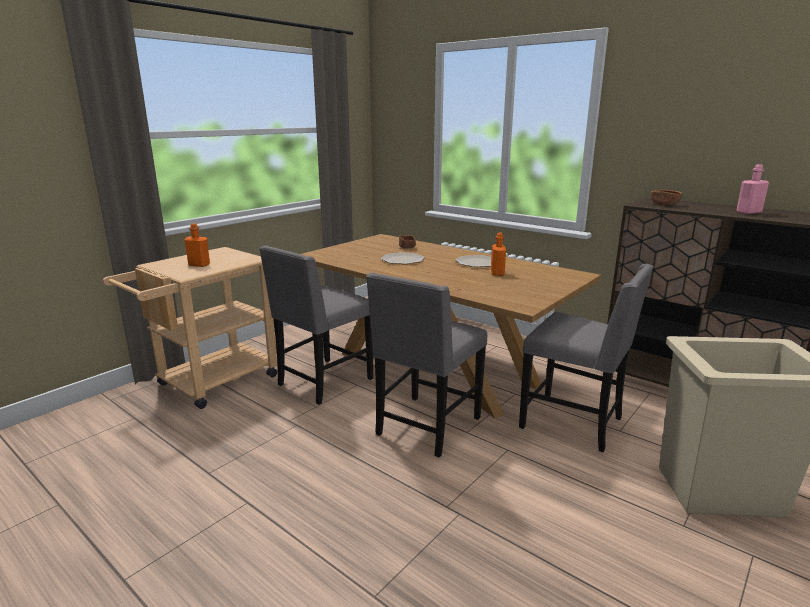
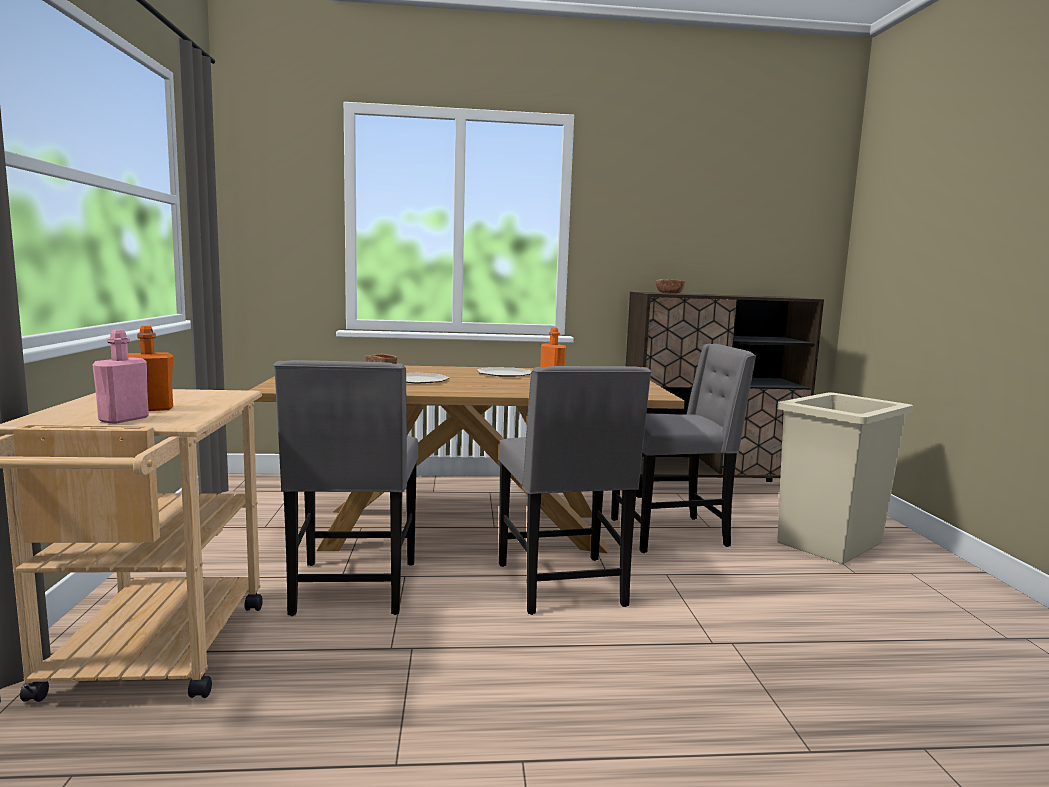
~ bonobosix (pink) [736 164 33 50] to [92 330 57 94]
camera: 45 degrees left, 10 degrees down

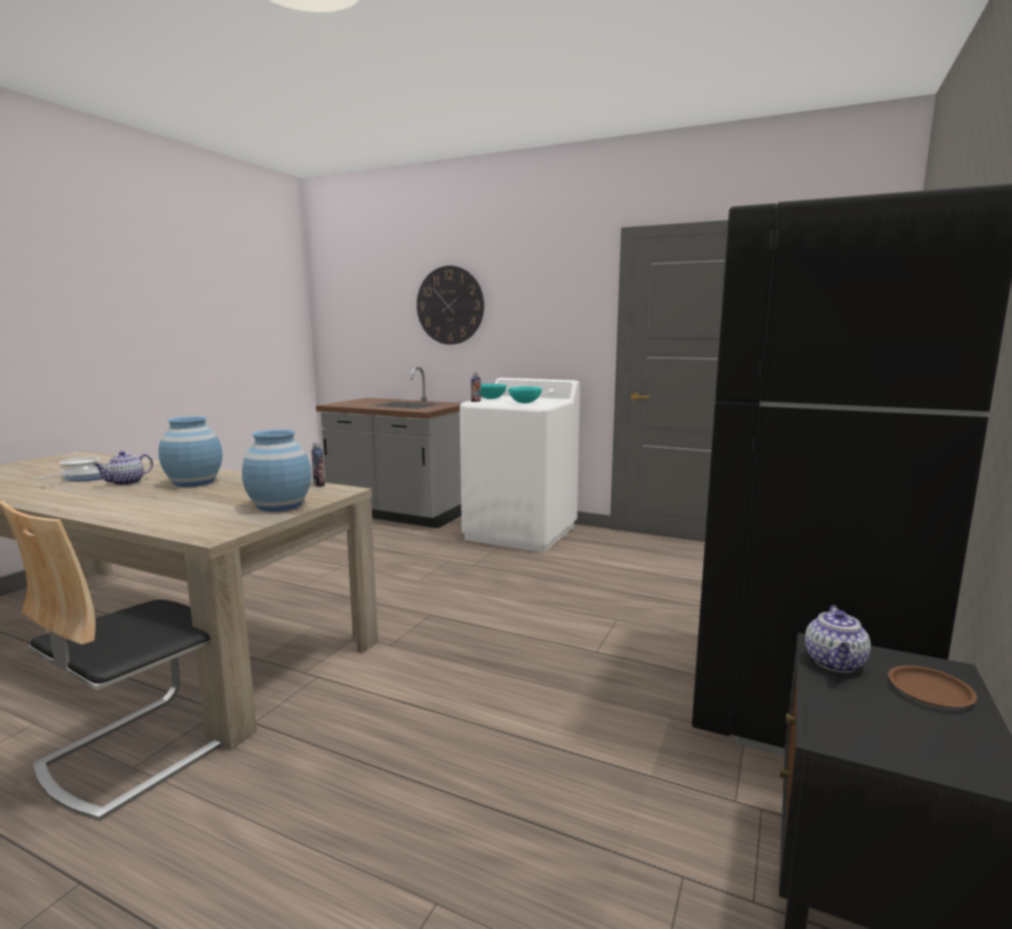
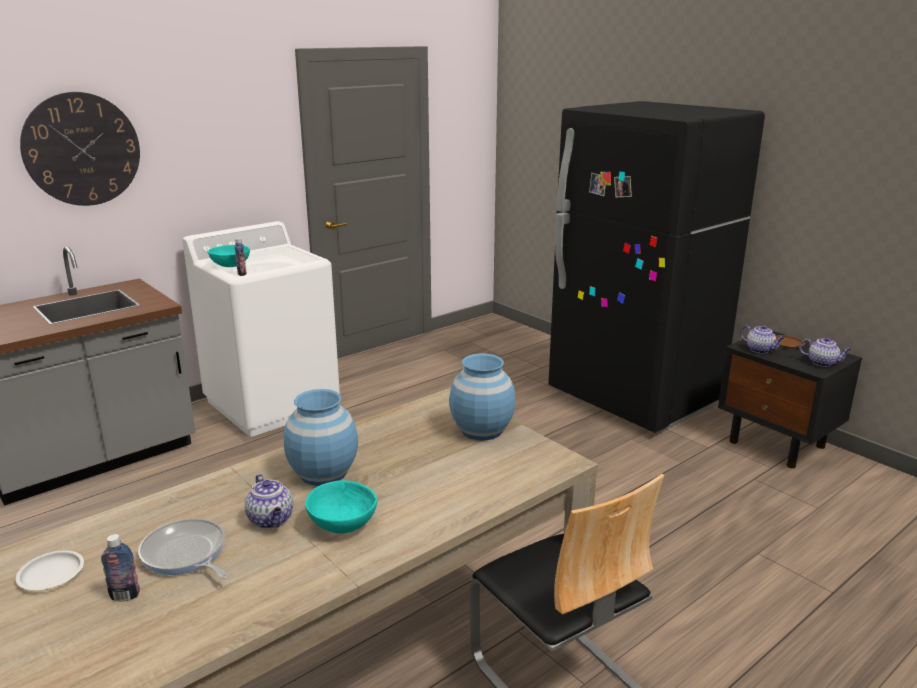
~ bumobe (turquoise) [508 386 34 17] to [305 480 72 54]
~ bonobosix [311 442 14 45] to [101 534 39 67]
+ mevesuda [799 337 53 30]
camera: 65 degrees left, 10 degrees up

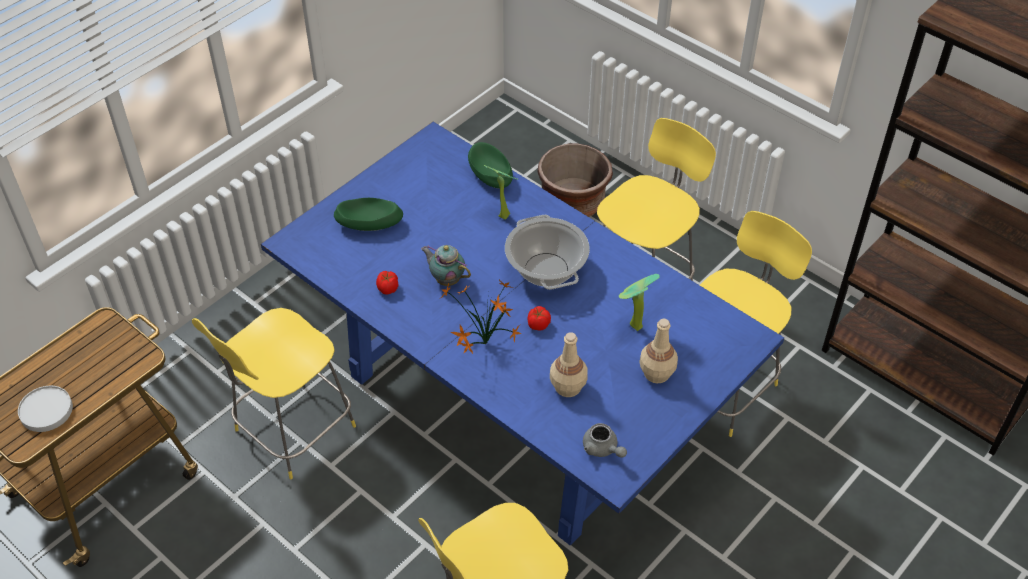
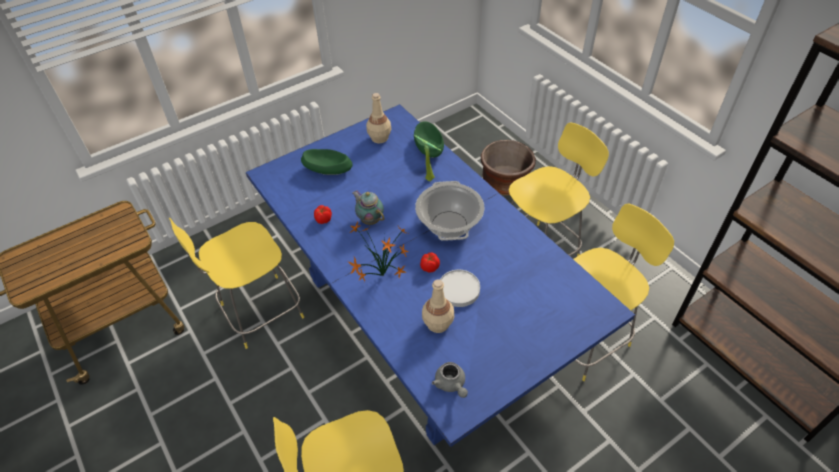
- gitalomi [619 274 41 57]
~ bonobosix (beige) [639 319 39 64] to [366 93 25 51]
~ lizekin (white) [18 386 55 46] to [440 270 40 37]
camera: 15 degrees right, 0 degrees up

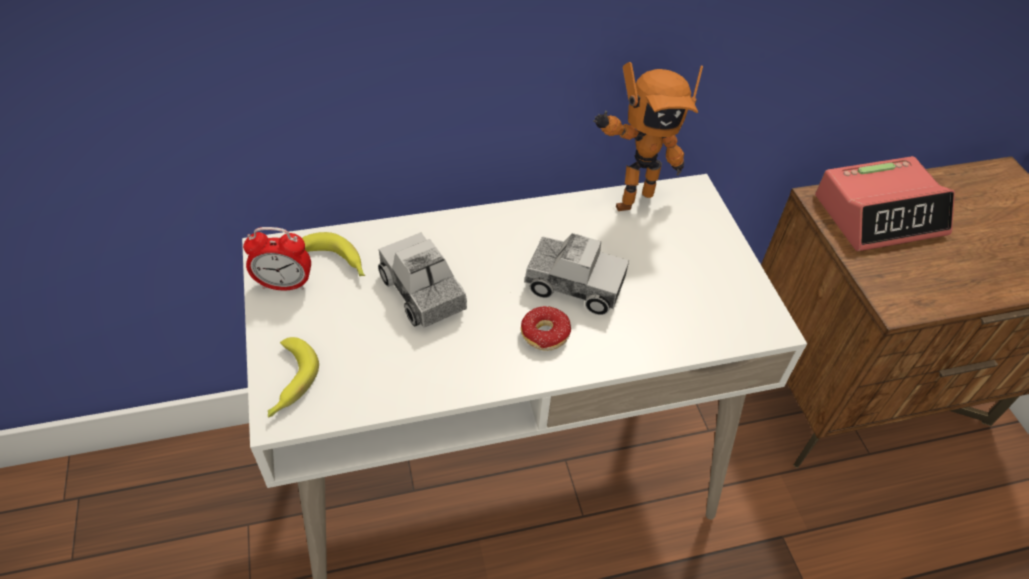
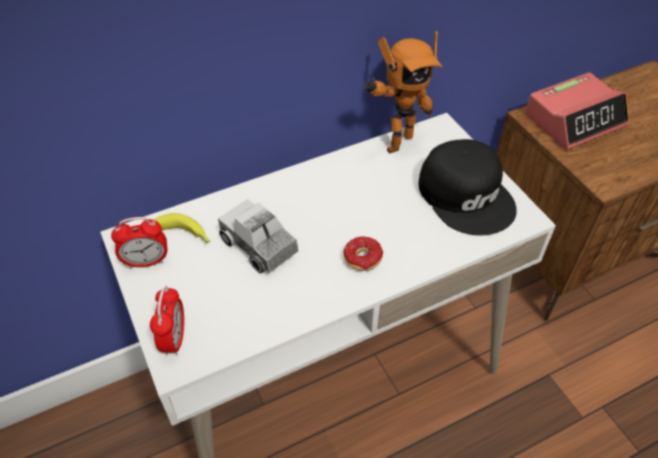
- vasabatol [524 233 105 82]
~ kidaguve [268 337 51 80] to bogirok [150 286 34 69]
+ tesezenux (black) [418 139 99 96]
camera: 10 degrees left, 0 degrees up

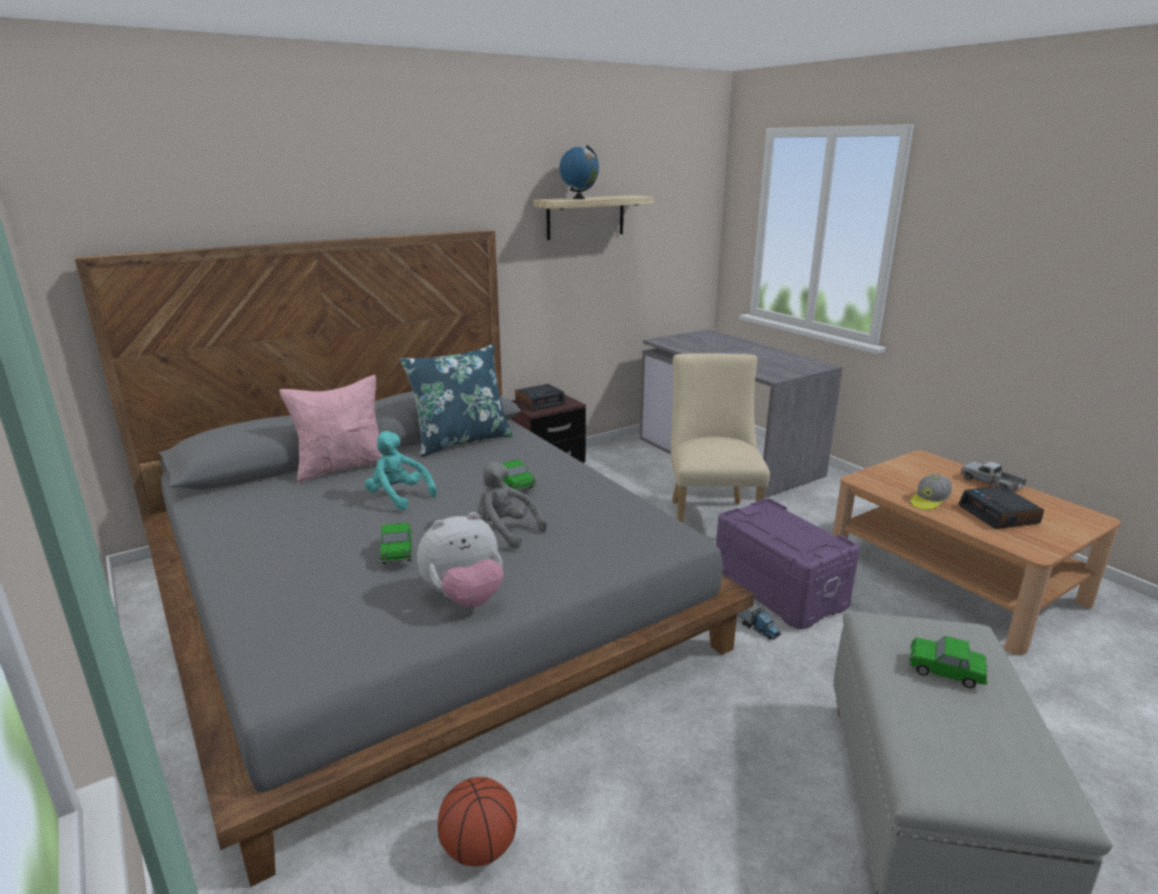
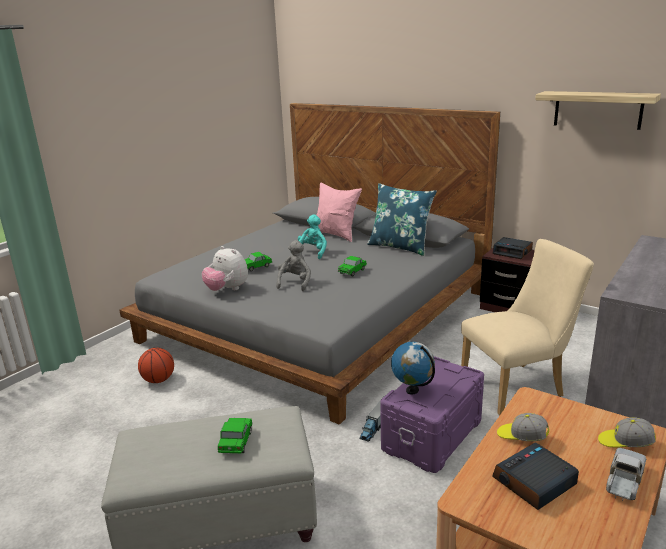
~ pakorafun [560 145 39 54] to [391 342 44 53]
+ tesezenux [598 417 58 30]
camera: 70 degrees right, 0 degrees up

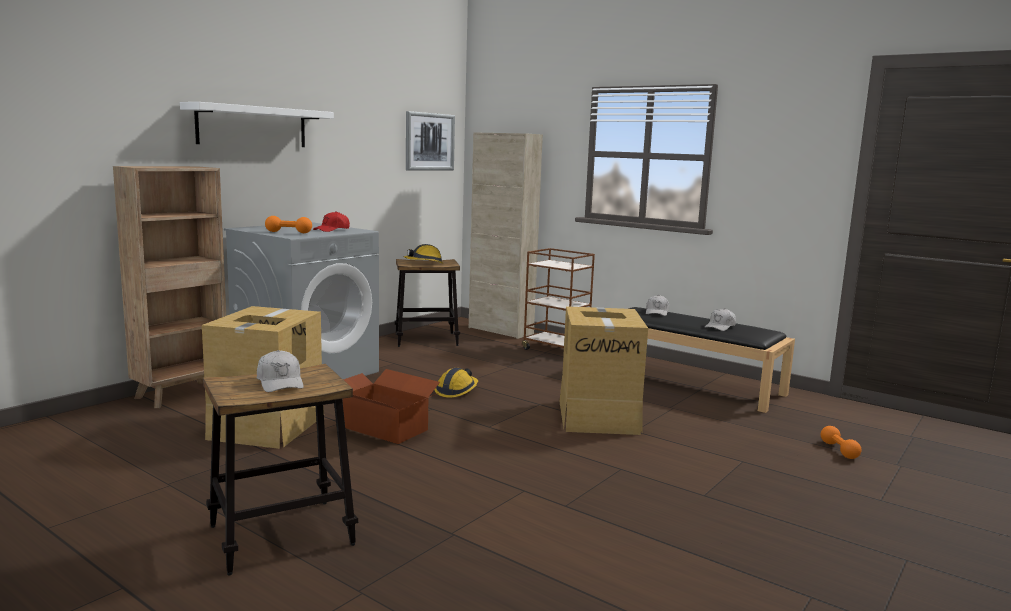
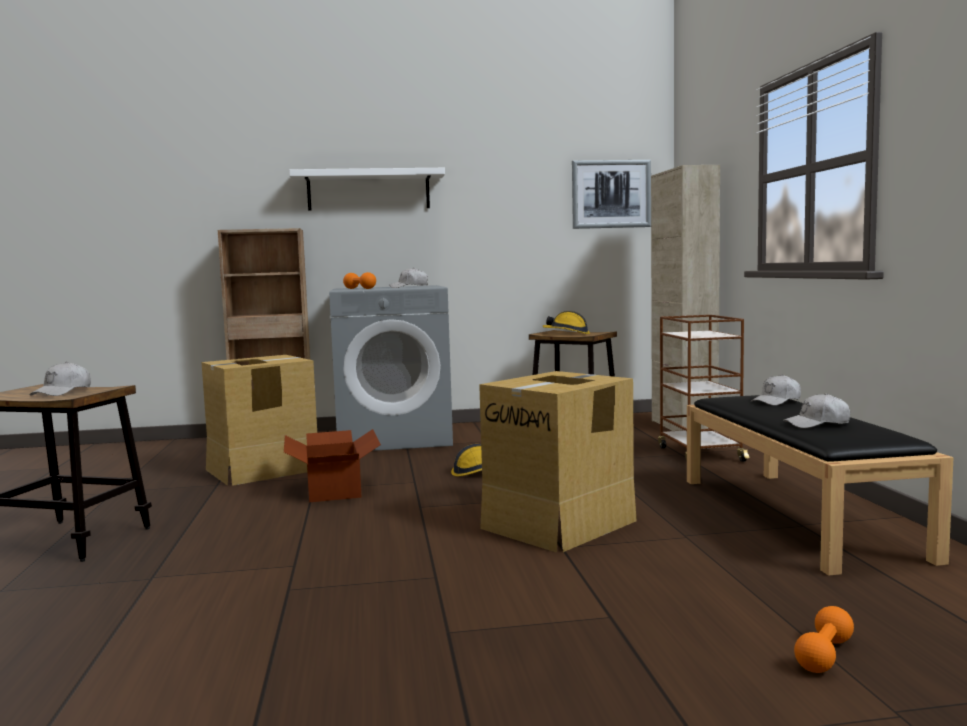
~ tesezenux (red) [313 211 37 21] to tesezenux (white) [389 268 39 20]
camera: 45 degrees right, 5 degrees down

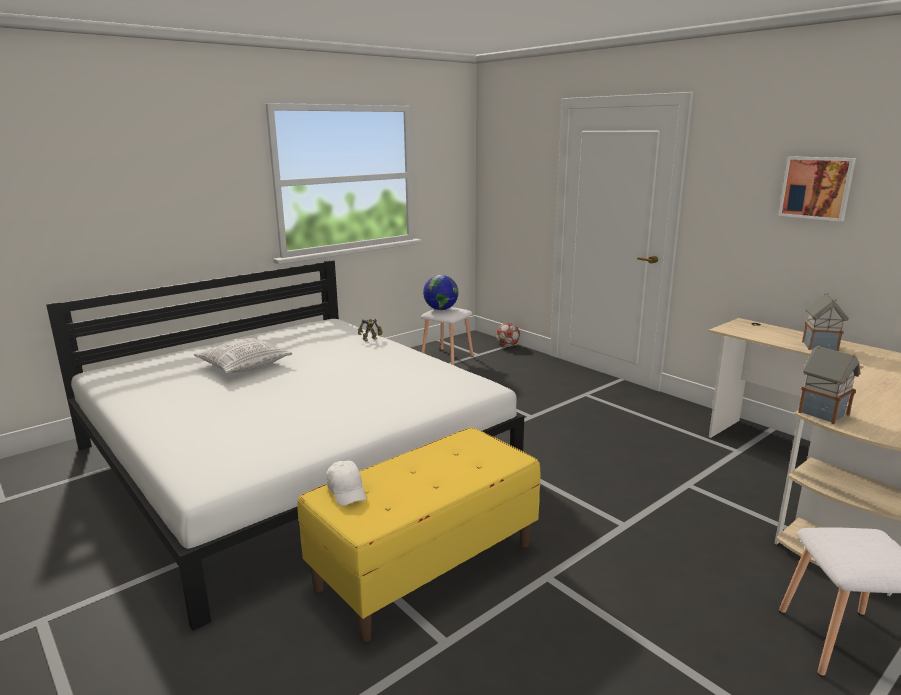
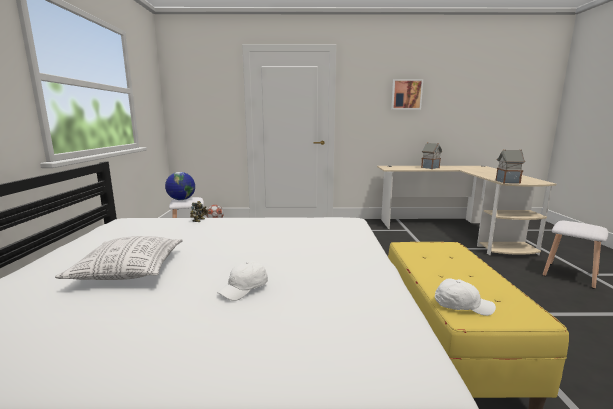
+ tesezenux (white) [217 261 51 40]
camera: 50 degrees left, 5 degrees down

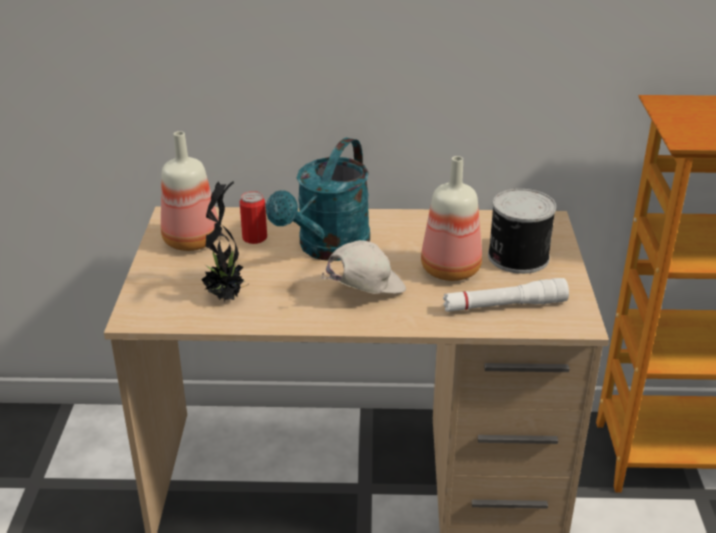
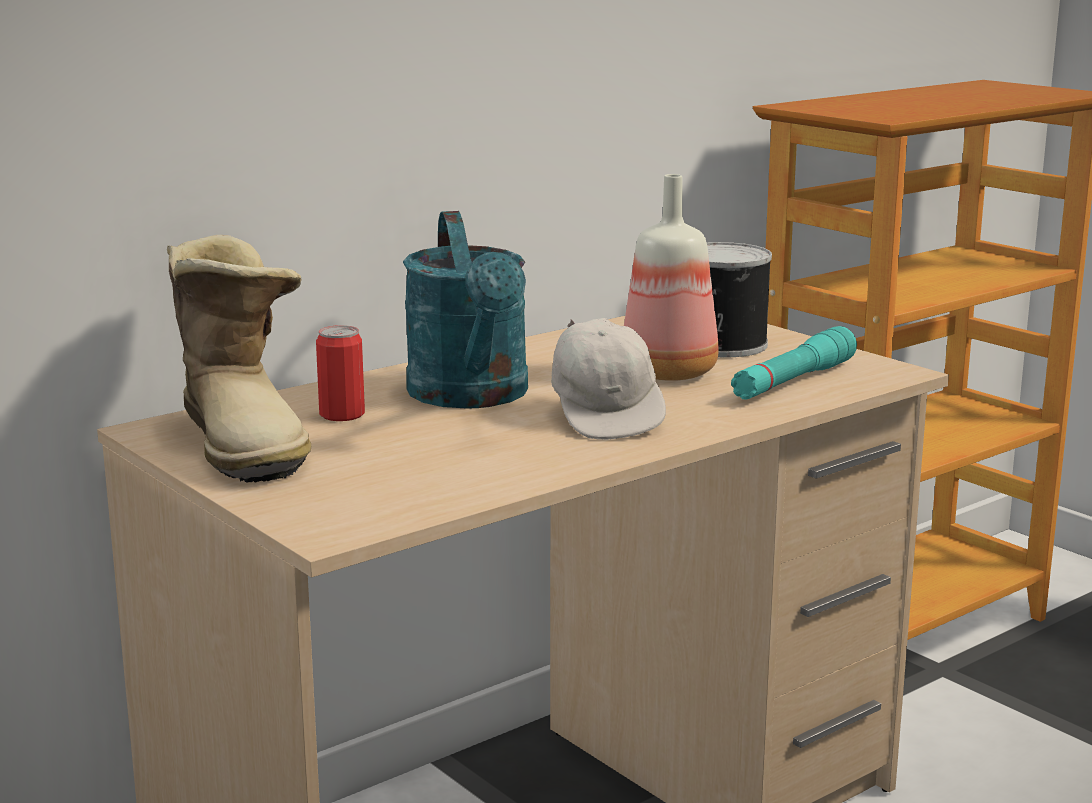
~ bonobosix [161 131 58 120] to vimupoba [167 235 144 248]
- gitalomi [201 181 46 121]
~ tesezenux (white) [321 240 85 54] = [551 318 115 122] 150 degrees clockwise
~ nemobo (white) [443 278 126 34] to nemobo (turquoise) [731 326 126 74]
camera: 40 degrees left, 15 degrees down

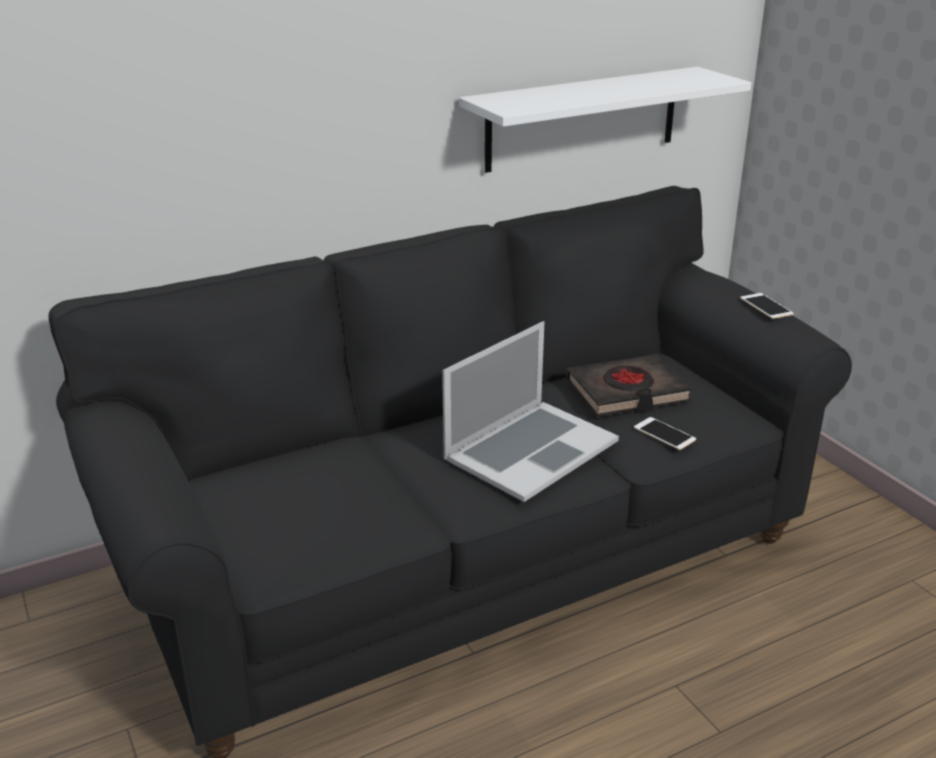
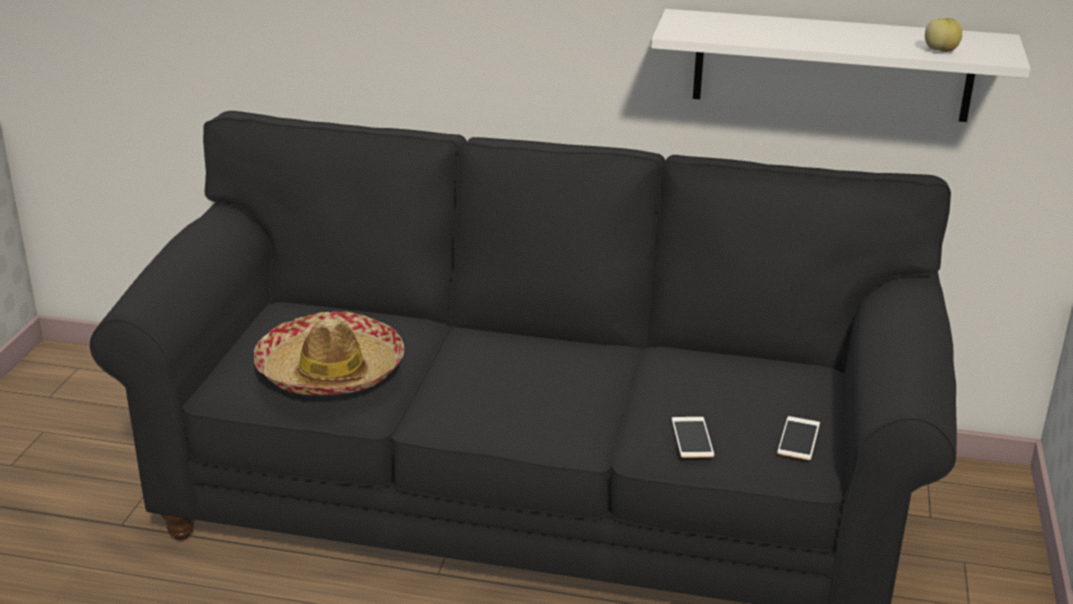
~ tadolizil [740 293 54 26] to [777 416 43 44]
- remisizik [442 321 177 181]
- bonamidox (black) [566 354 126 63]
+ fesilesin [925 18 37 34]
+ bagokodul [254 311 150 84]
camera: 40 degrees right, 0 degrees up

